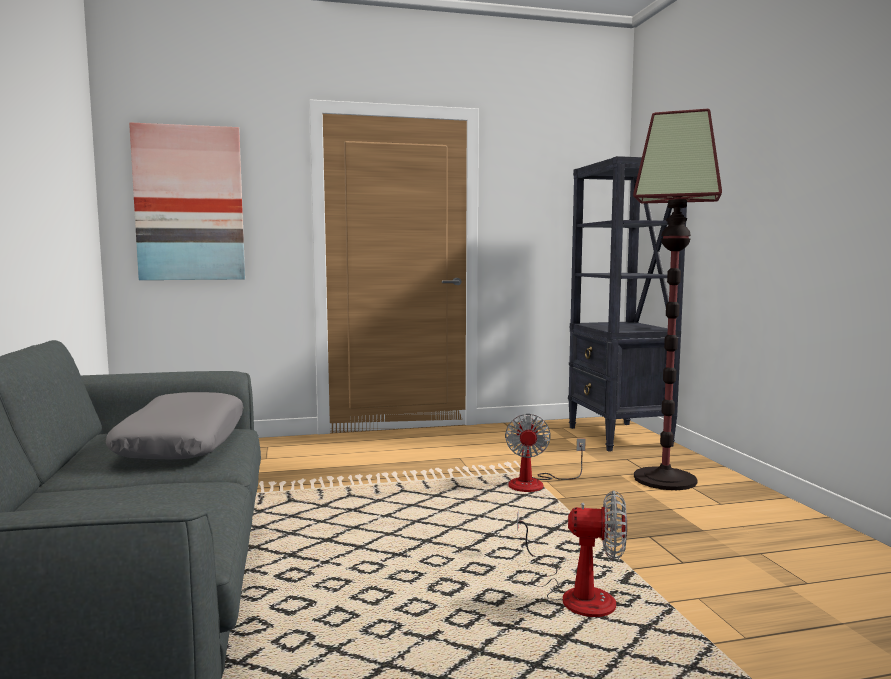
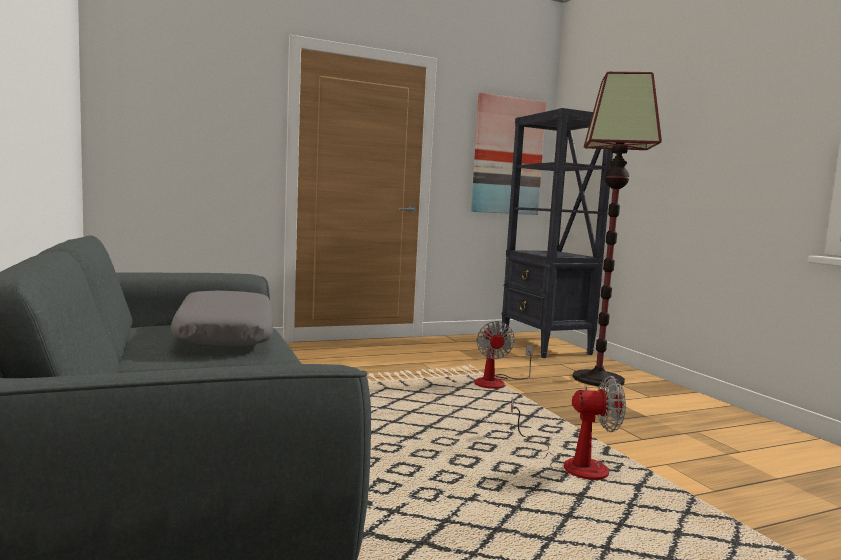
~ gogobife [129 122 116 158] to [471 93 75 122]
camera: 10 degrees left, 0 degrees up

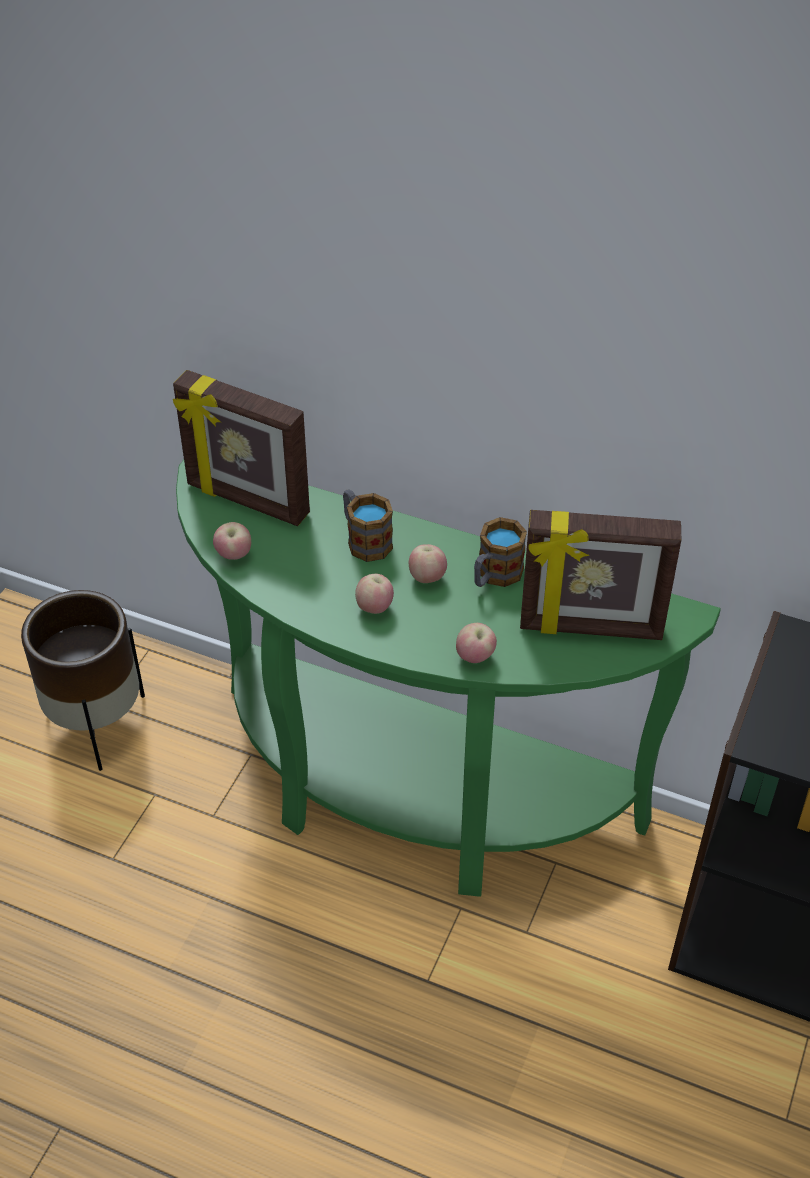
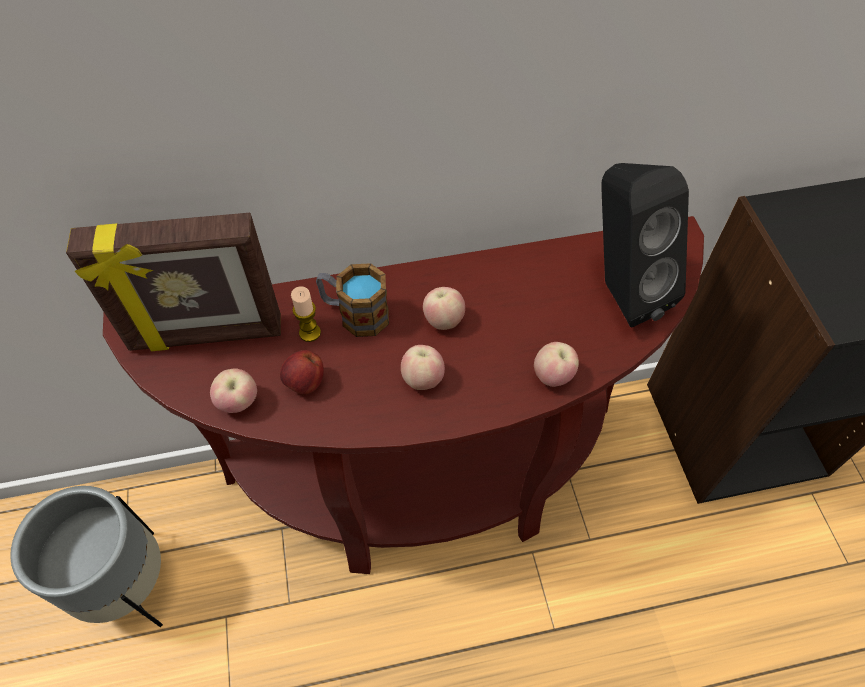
~ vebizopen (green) [176 460 545 437] to vebizopen (brown) [103 216 601 358]
~ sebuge [520 510 161 130] to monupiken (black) [601 163 88 165]
- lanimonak [474 517 53 70]
~ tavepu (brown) [21 590 124 181] to tavepu (grey) [10 486 153 141]
+ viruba [291 286 30 56]
+ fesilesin [280 350 44 44]
camera: 35 degrees left, 10 degrees up

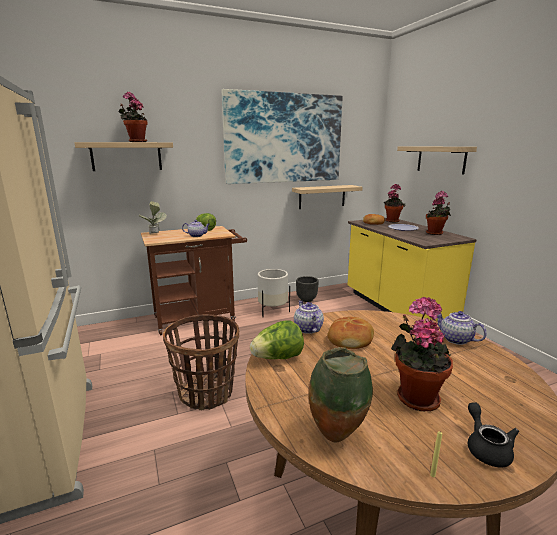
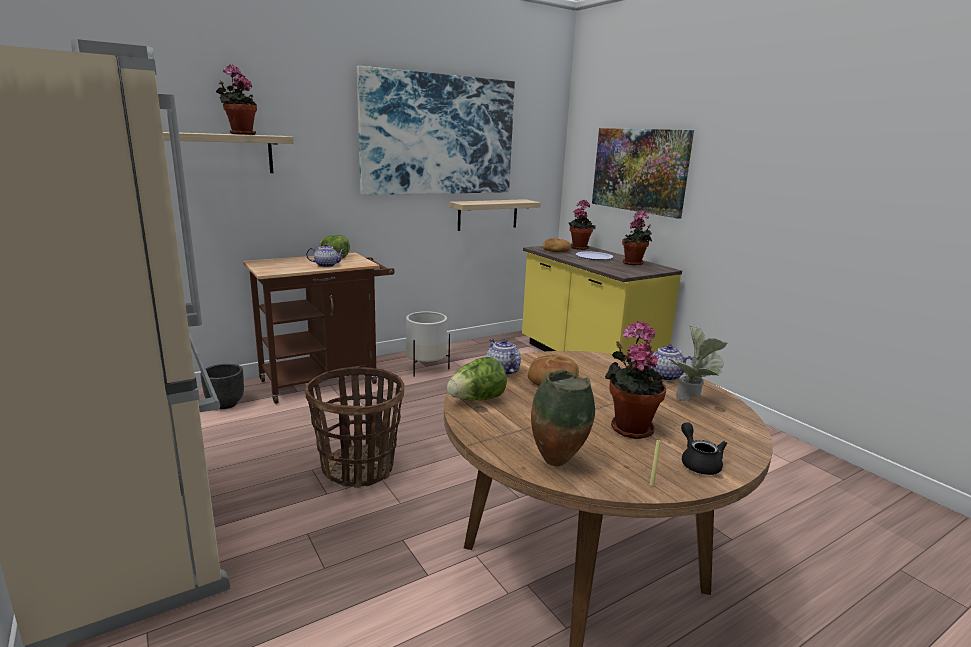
~ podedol [397 146 80 28] to gogobife [592 128 102 91]
~ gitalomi [138 201 29 33] to [669 326 58 75]
~ tavepu (black) [296 276 23 26] to [200 364 44 45]
camera: 10 degrees left, 0 degrees up

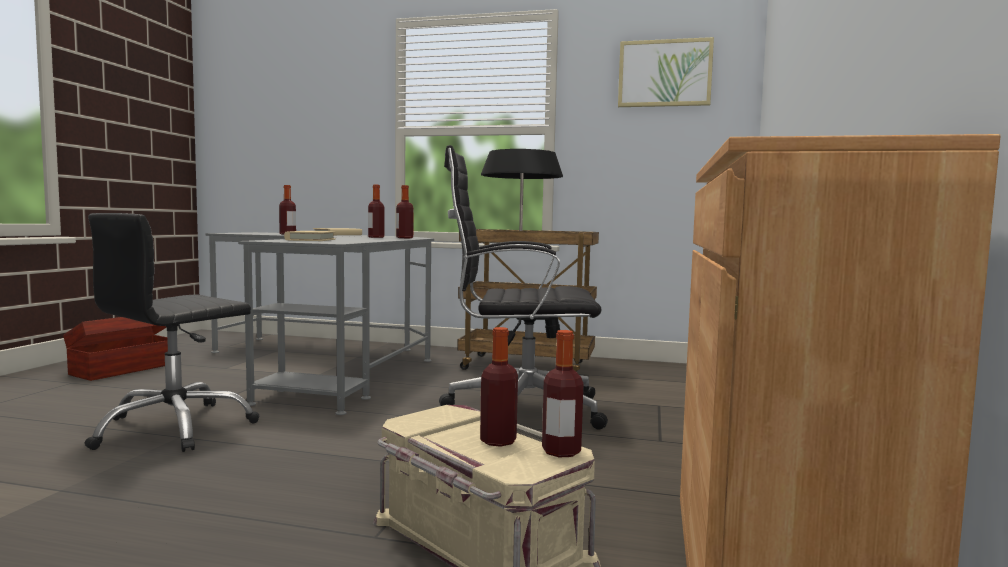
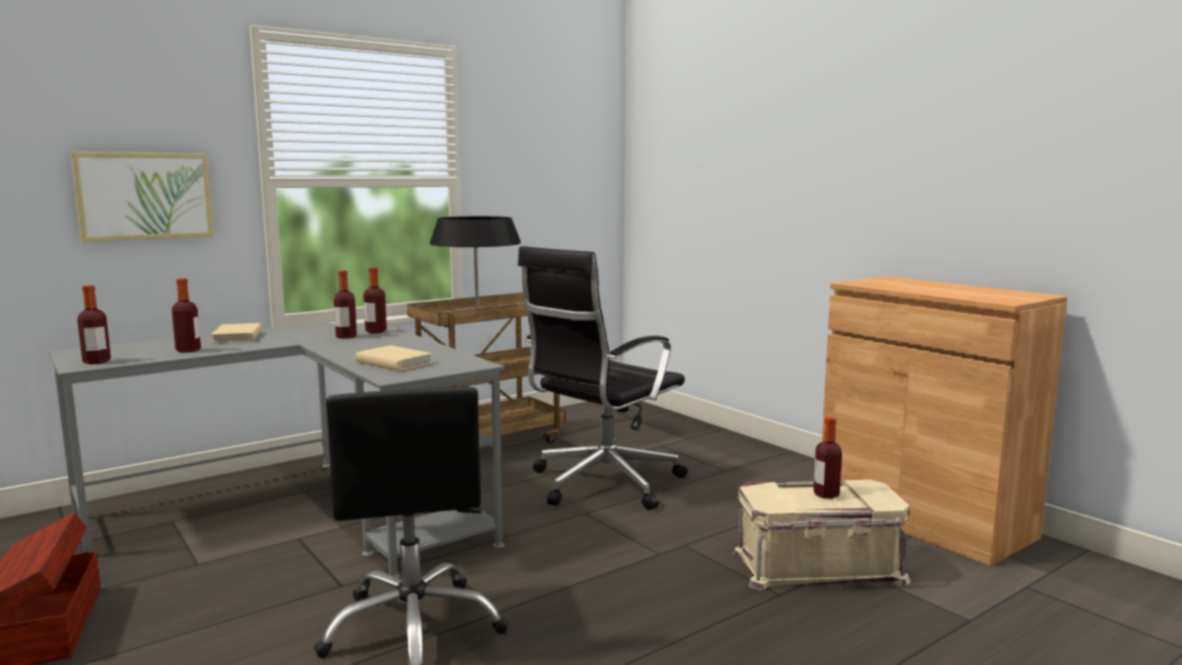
~ gogobife [618 37 96 70] to [71 152 143 90]
~ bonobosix [542 330 41 128] to [77 285 34 79]
camera: 50 degrees left, 5 degrees up

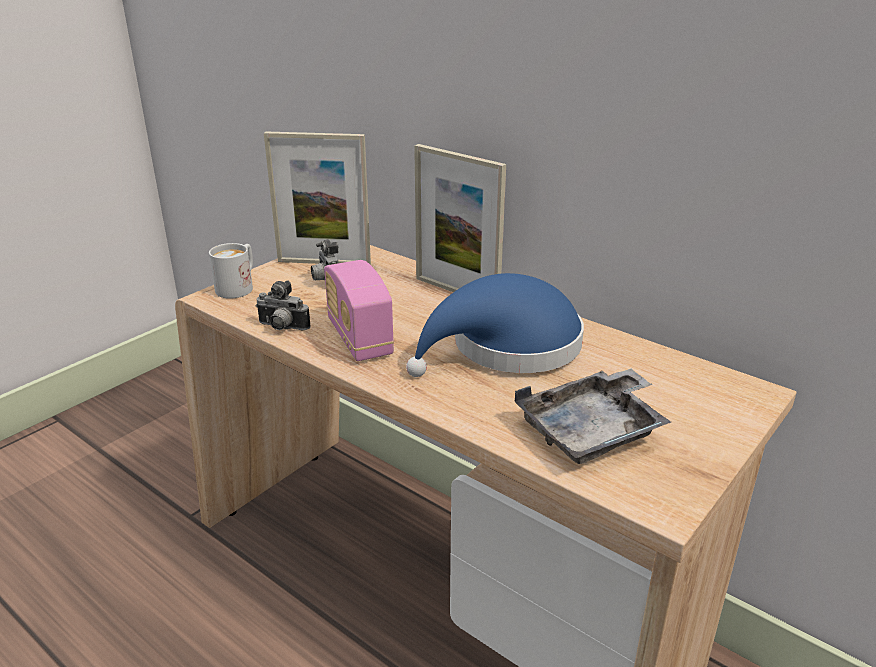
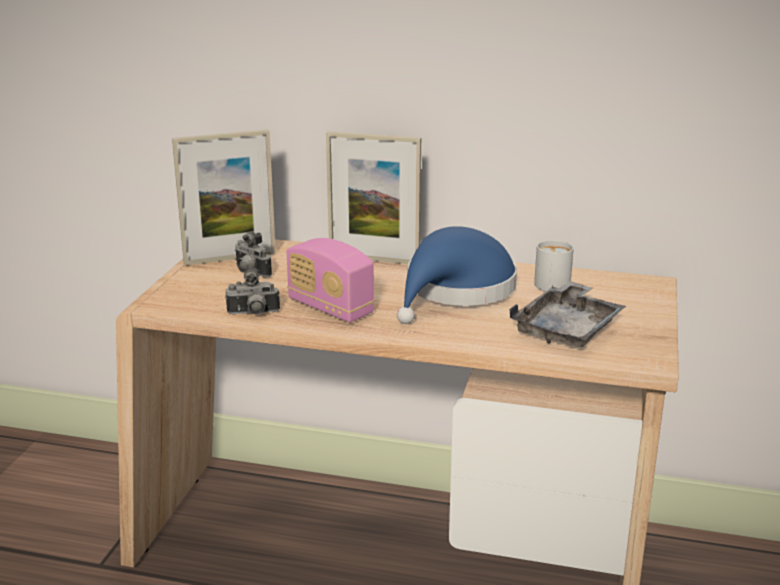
~ lanimonak (white) [209 243 44 56] to [534 240 40 52]
camera: 25 degrees left, 5 degrees down

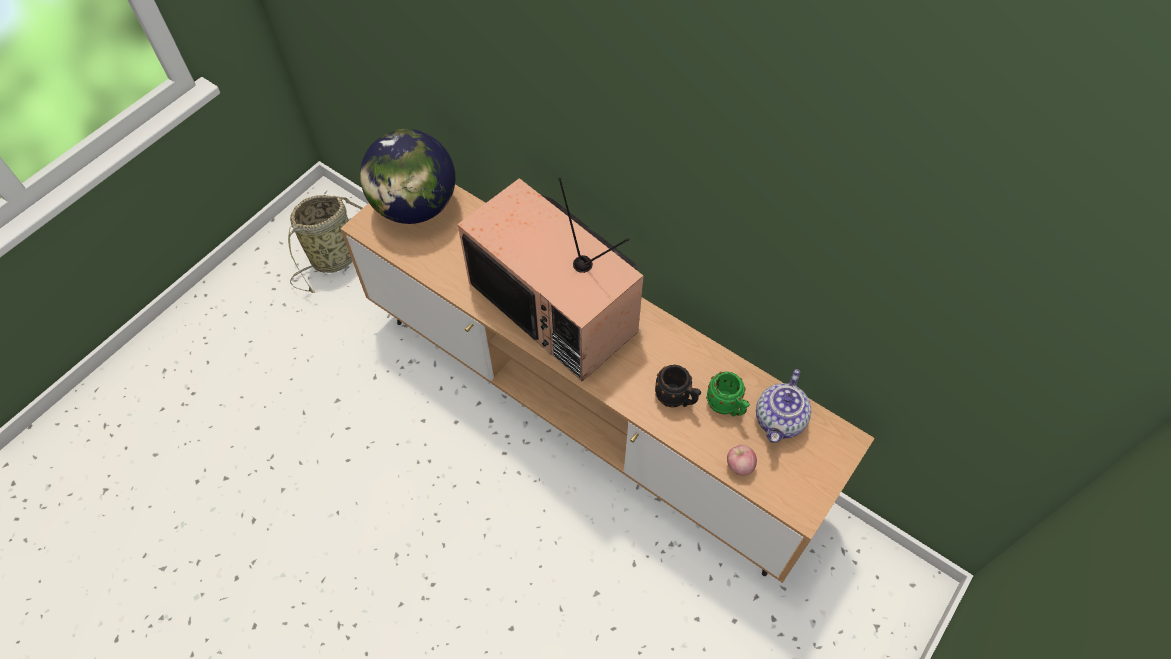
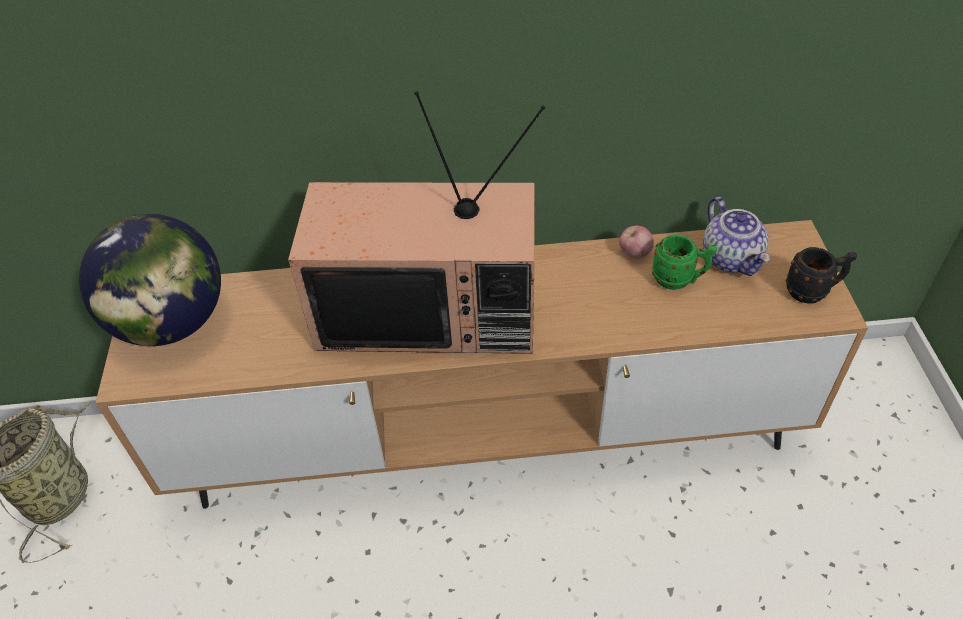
~ lanimonak (black) [655 364 46 43] to [785 247 72 56]
~ fesilesin [727 445 30 31] to [619 226 35 32]
camera: 40 degrees left, 10 degrees down

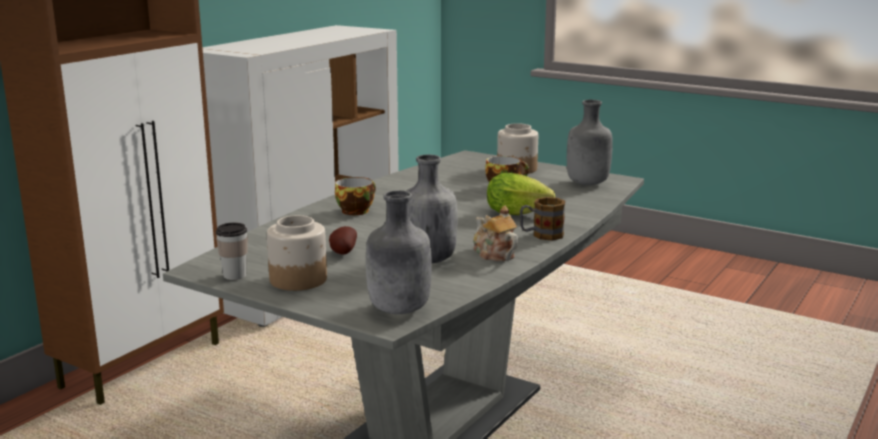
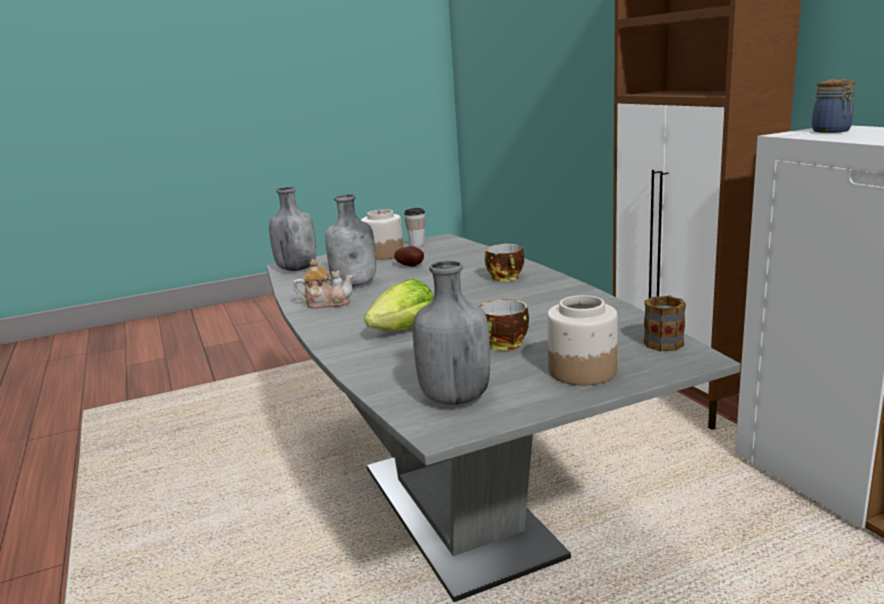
~ lanimonak [520 197 45 43] to [644 295 42 56]
+ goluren [812 79 43 54]
camera: 125 degrees right, 0 degrees up

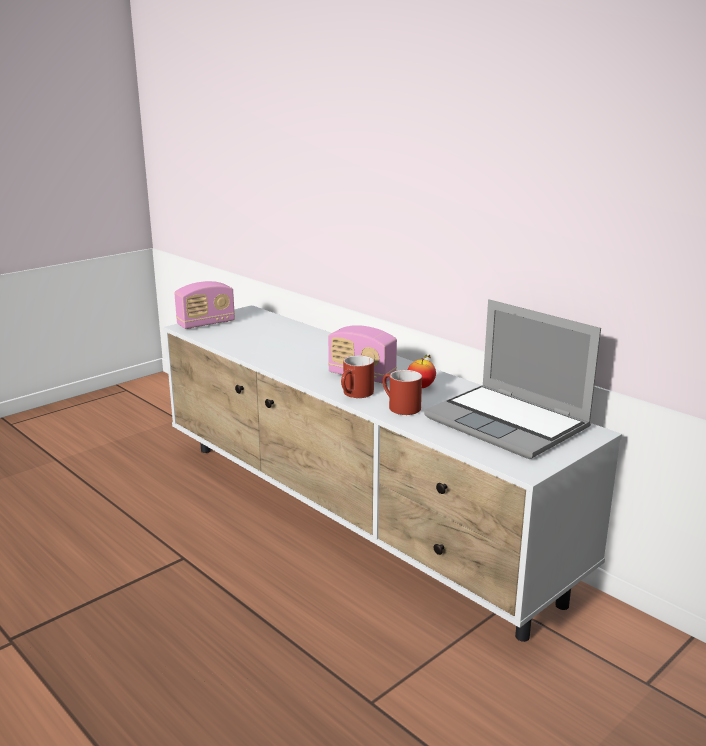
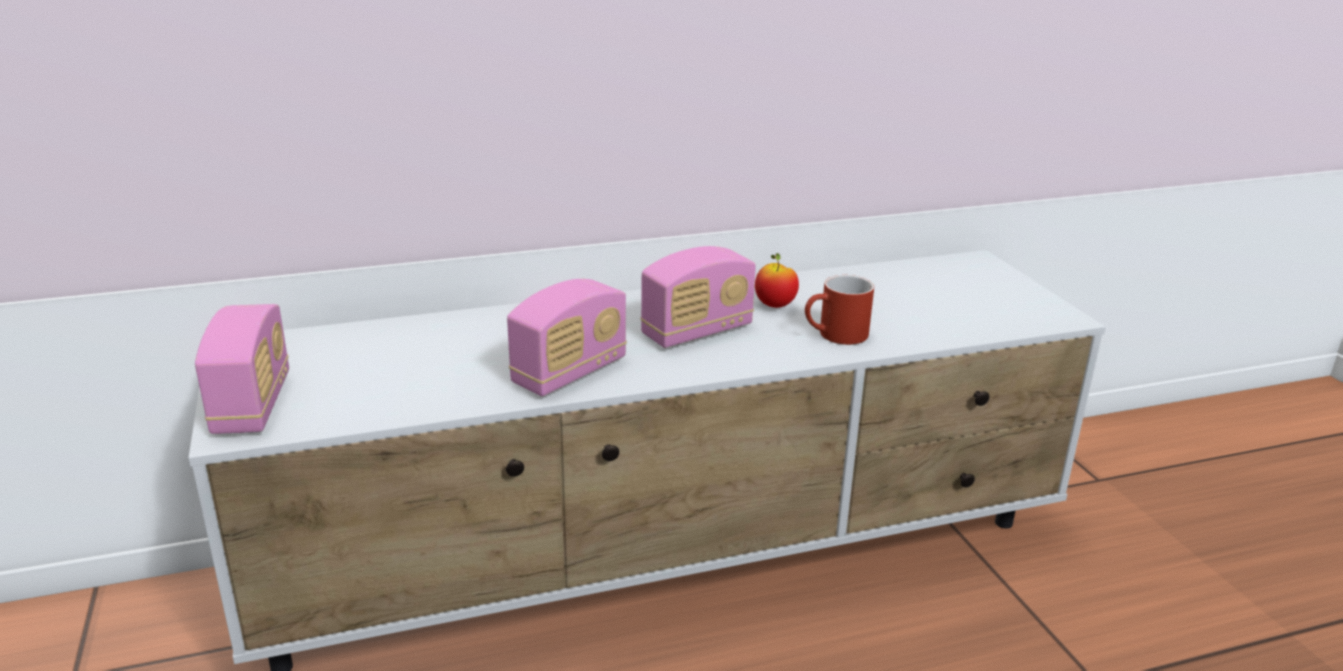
- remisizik [424 299 177 160]
- lanimonak (red) [341 355 33 43]
+ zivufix [507 279 120 117]
camera: 65 degrees left, 5 degrees up

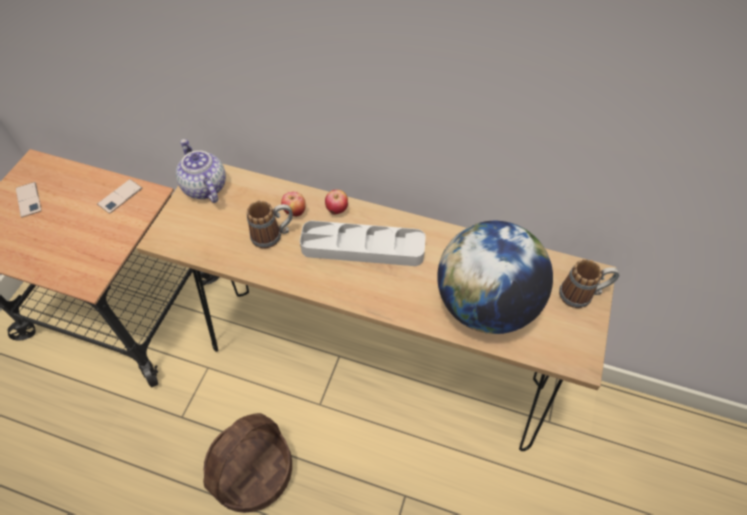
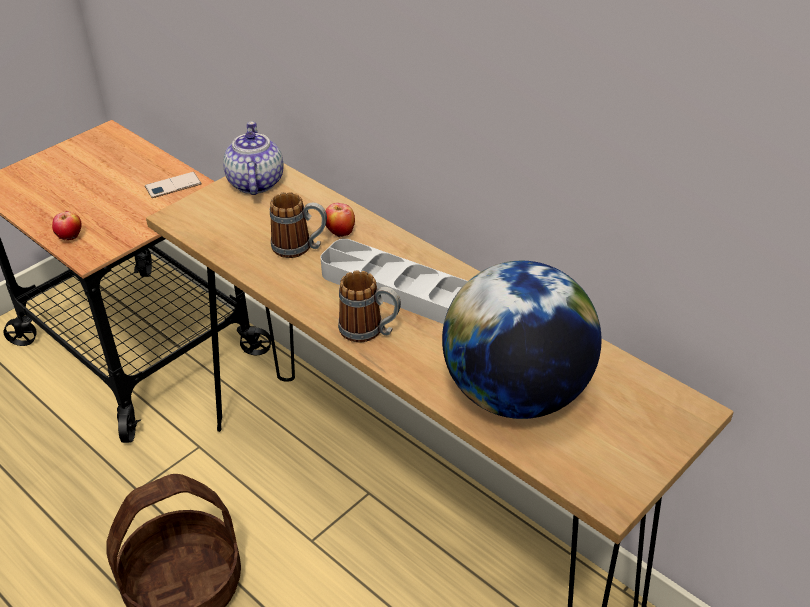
- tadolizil [16 182 26 36]
~ fesilesin [325 190 23 25] to [52 211 30 29]
~ lanimonak [559 259 60 49] to [338 270 63 72]
camera: 25 degrees right, 15 degrees down

